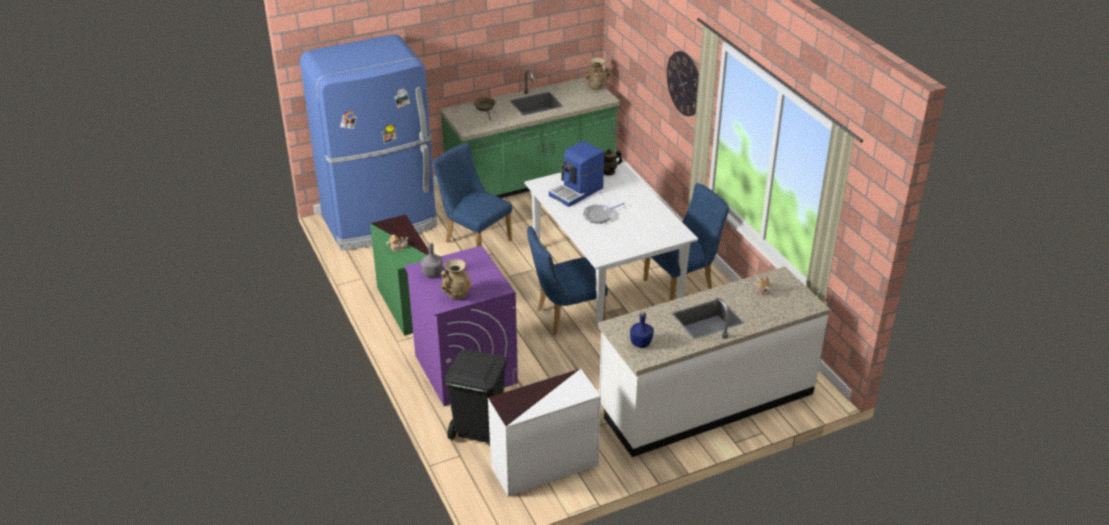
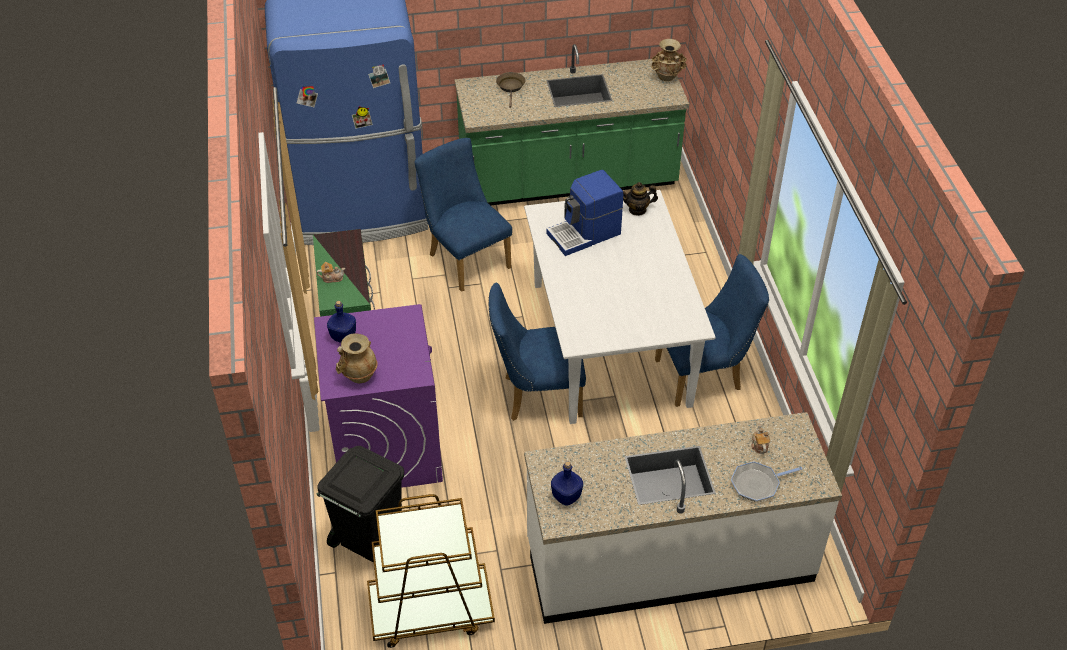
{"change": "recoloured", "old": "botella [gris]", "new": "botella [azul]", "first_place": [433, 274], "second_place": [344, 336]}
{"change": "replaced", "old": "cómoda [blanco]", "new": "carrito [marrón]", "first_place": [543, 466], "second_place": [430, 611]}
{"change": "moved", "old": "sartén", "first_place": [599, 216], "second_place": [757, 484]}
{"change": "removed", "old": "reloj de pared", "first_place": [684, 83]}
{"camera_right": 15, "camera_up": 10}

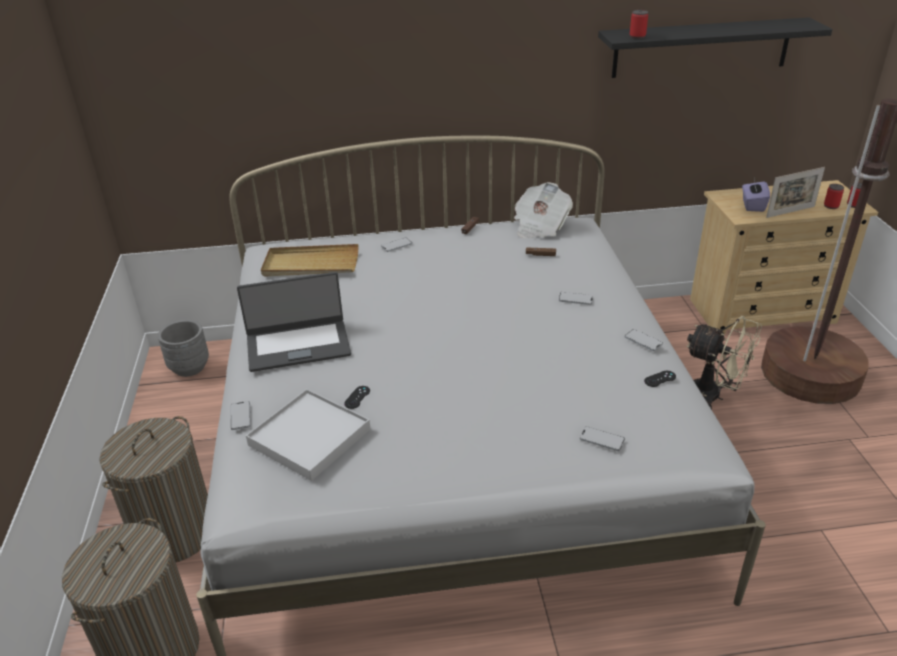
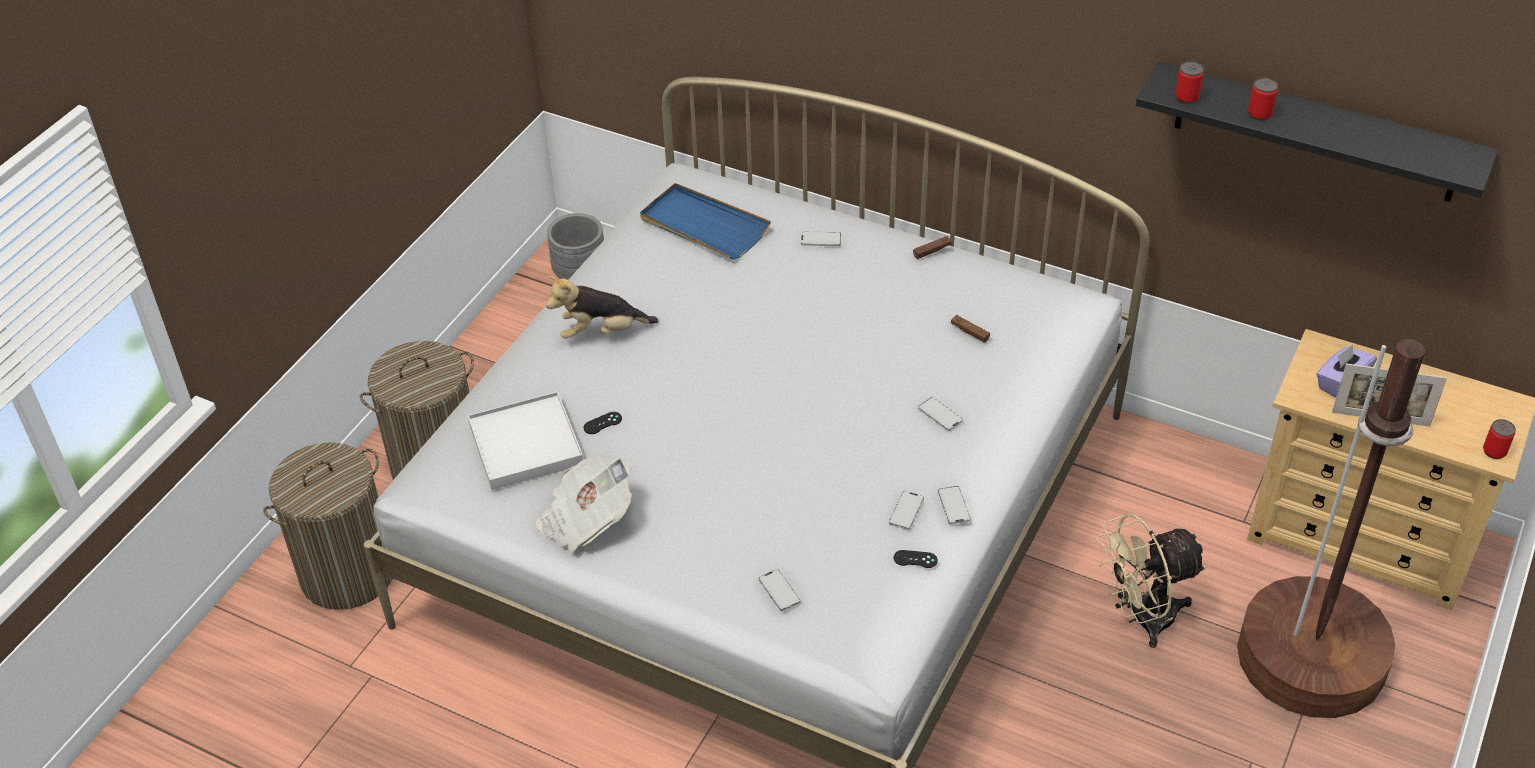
{"change": "moved", "old": "periódico", "first_place": [540, 226], "second_place": [586, 519]}
{"change": "replaced", "old": "portátil", "new": "peluche", "first_place": [298, 345], "second_place": [601, 332]}
{"change": "recoloured", "old": "bandeja [beis]", "new": "bandeja [azul]", "first_place": [310, 264], "second_place": [703, 226]}
{"change": "moved", "old": "móvil", "first_place": [240, 416], "second_place": [906, 511]}
{"change": "turned", "old": "ventilador [beis]", "first_place": [713, 396], "second_place": [1141, 618], "degrees": 90}
{"change": "moved", "old": "lata", "first_place": [831, 206], "second_place": [1259, 114]}
{"camera_right": 35, "camera_up": 10}

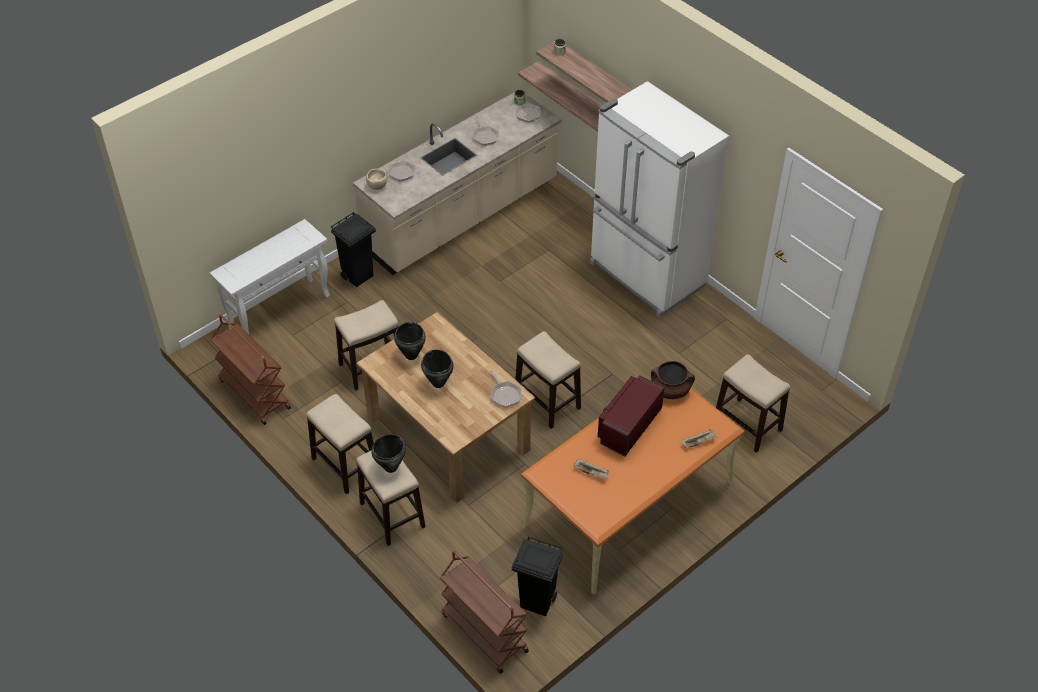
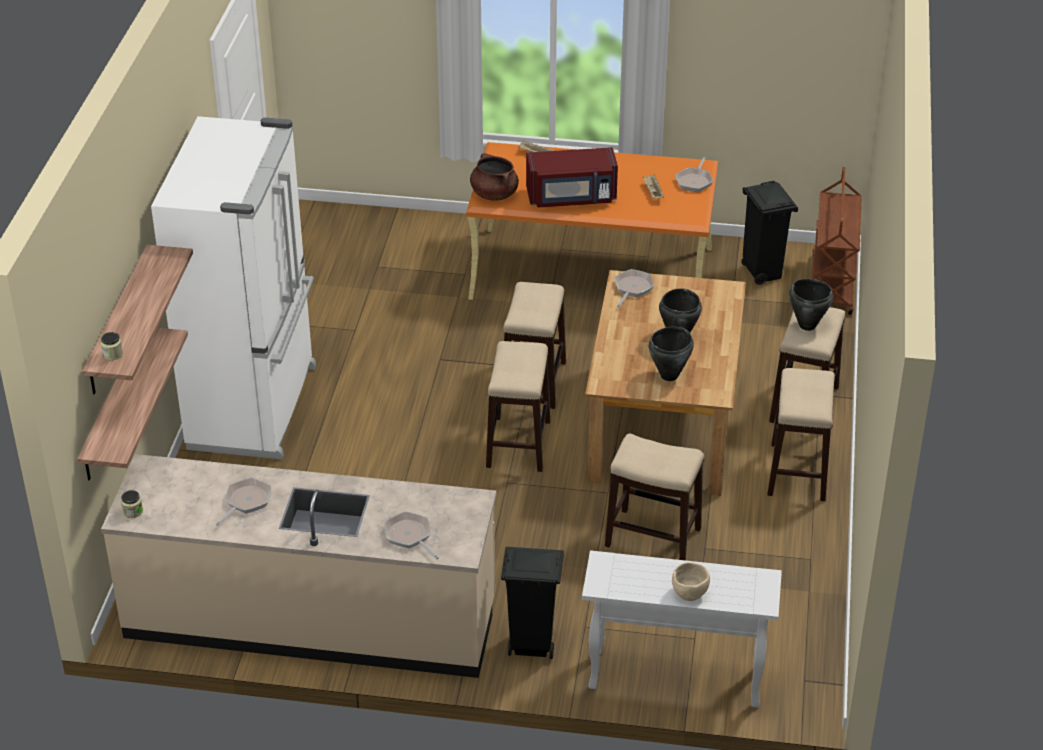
{"change": "moved", "old": "taburete", "first_place": [748, 425], "second_place": [518, 443]}
{"change": "moved", "old": "cuenco [beis]", "first_place": [377, 186], "second_place": [689, 592]}
{"change": "moved", "old": "sartén", "first_place": [529, 116], "second_place": [694, 181]}
{"change": "removed", "old": "carrito [marrón]", "first_place": [254, 394]}
{"camera_right": -130, "camera_up": -10}

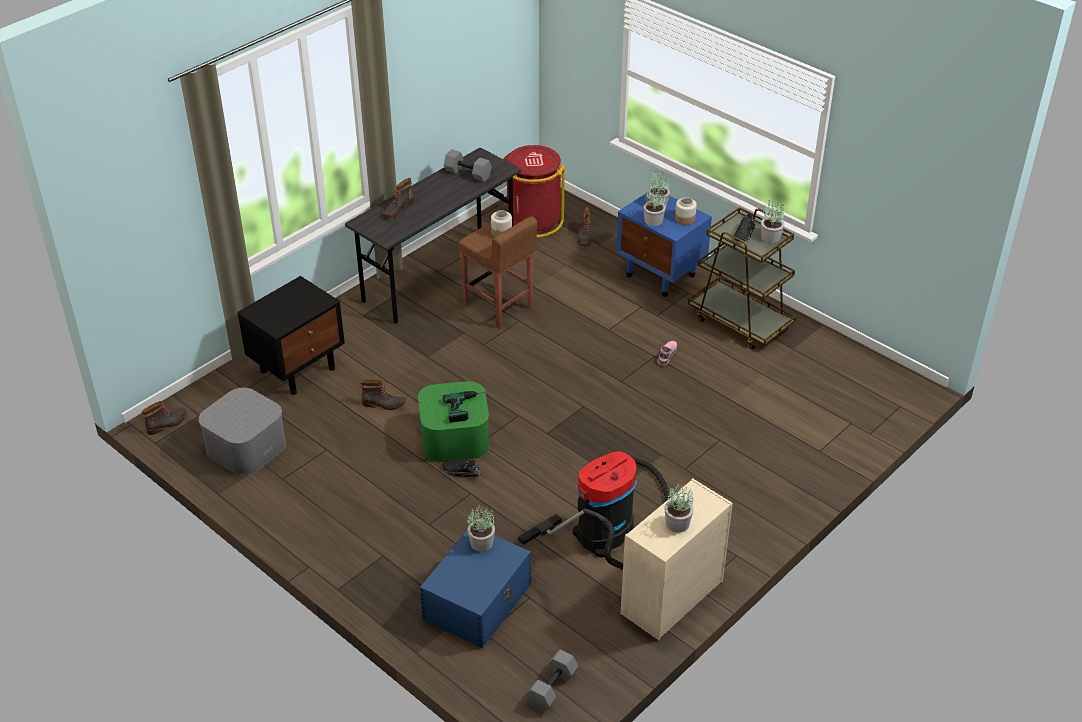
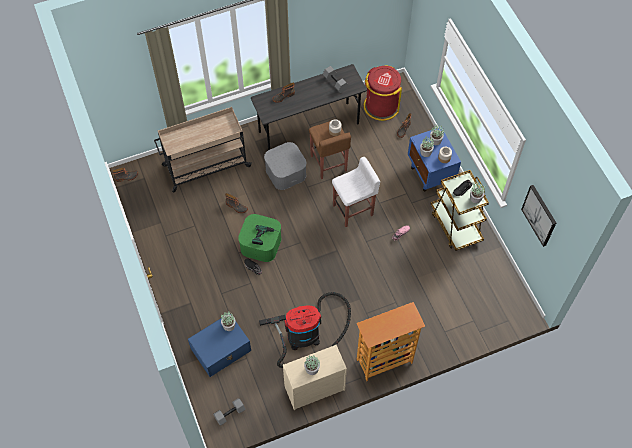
{"change": "replaced", "old": "mesita de noche [negro]", "new": "carrito [beis]", "first_place": [298, 369], "second_place": [205, 166]}
{"change": "moved", "old": "caja de almacenaje [gris]", "first_place": [246, 447], "second_place": [286, 172]}
{"change": "added", "new": "taburete [blanco]", "second_place": [353, 210]}
{"change": "added", "new": "estantería", "second_place": [384, 362]}
{"change": "added", "new": "cuadro", "second_place": [539, 215]}
{"camera_right": 25, "camera_up": 20}

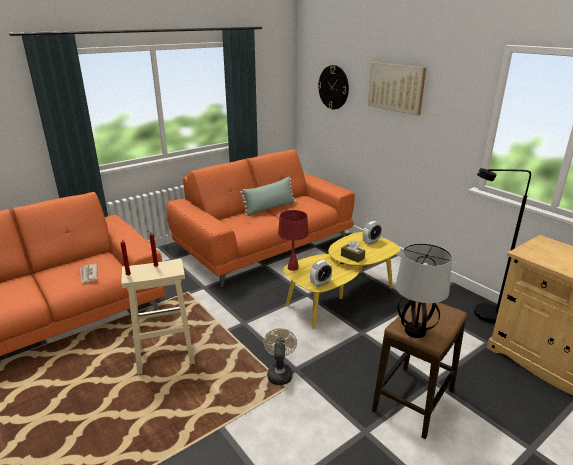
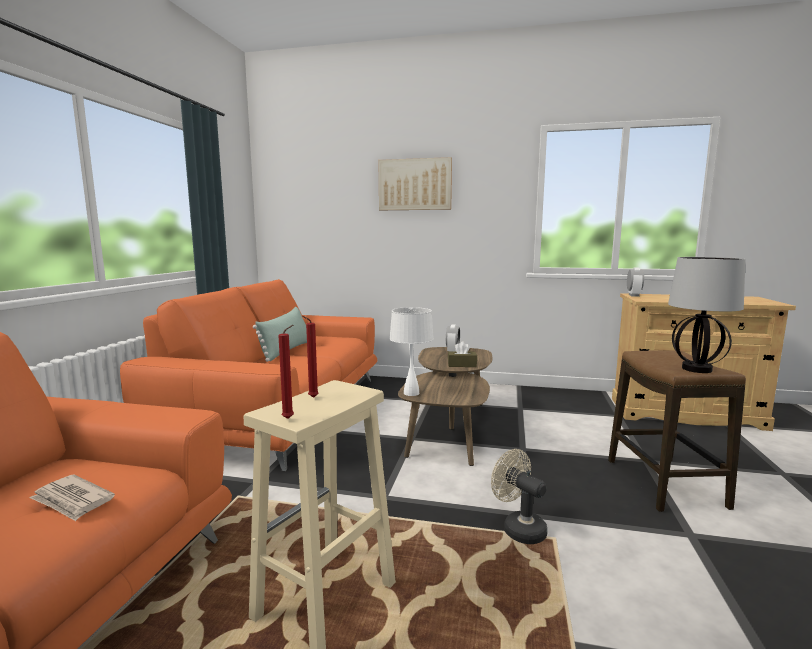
{"change": "recoloured", "old": "lámpara de mesa [rojo]", "new": "lámpara de mesa [blanco]", "first_place": [293, 268], "second_place": [411, 393]}
{"change": "recoloured", "old": "mesa de centro [amarillo]", "new": "mesa de centro [marrón]", "first_place": [341, 297], "second_place": [449, 428]}
{"change": "moved", "old": "despertador", "first_place": [320, 283], "second_place": [633, 295]}
{"change": "removed", "old": "reloj de pared", "first_place": [333, 87]}
{"change": "removed", "old": "lámpara de pie [negro]", "first_place": [480, 315]}
{"camera_right": -40, "camera_up": -15}

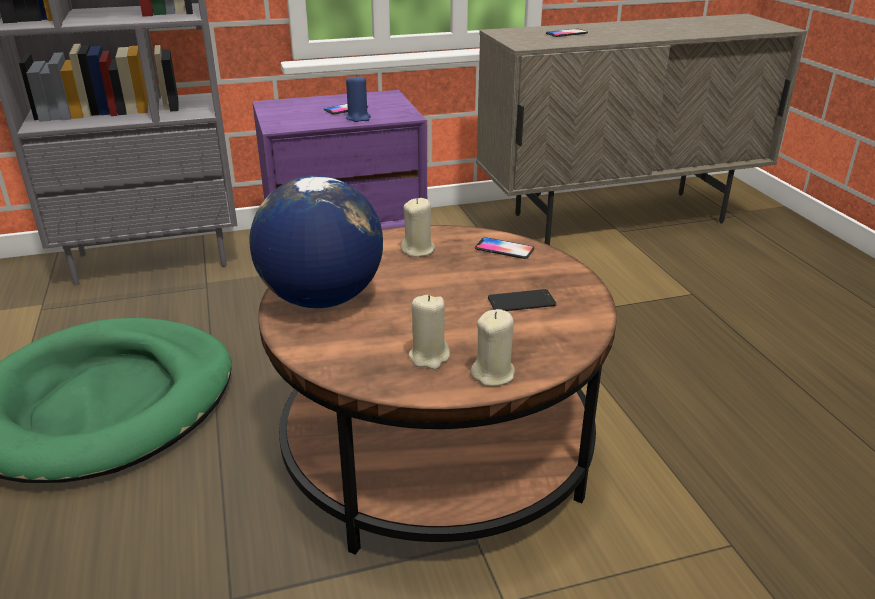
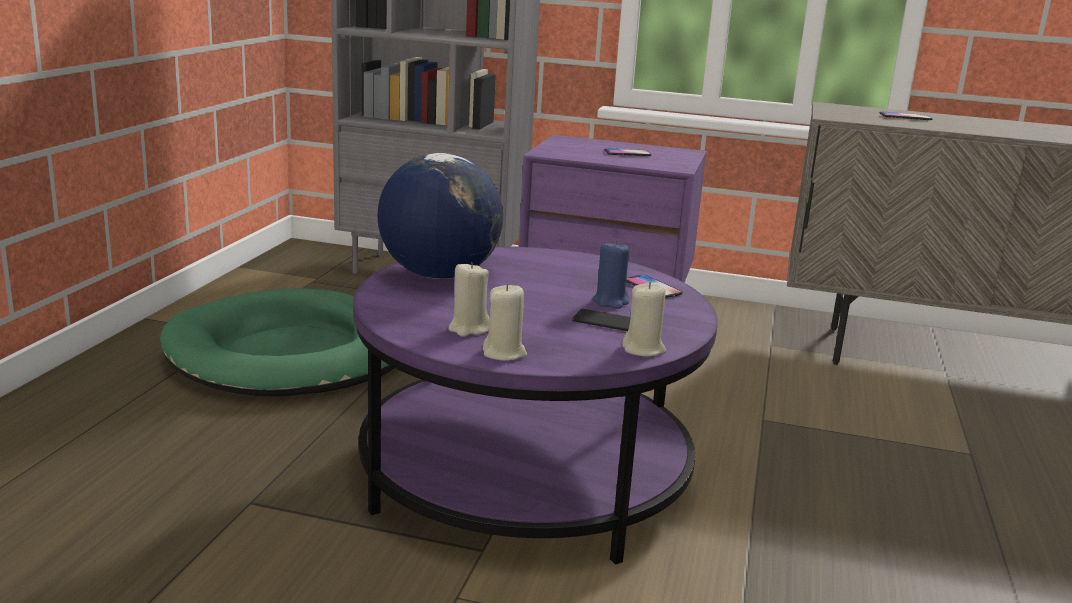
{"change": "recoloured", "old": "mesa de centro [marrón]", "new": "mesa de centro [morado]", "first_place": [437, 447], "second_place": [525, 475]}
{"change": "moved", "old": "vela [azul]", "first_place": [358, 118], "second_place": [611, 301]}
{"change": "moved", "old": "vela [beis]", "first_place": [418, 250], "second_place": [643, 349]}
{"camera_right": 30, "camera_up": -10}

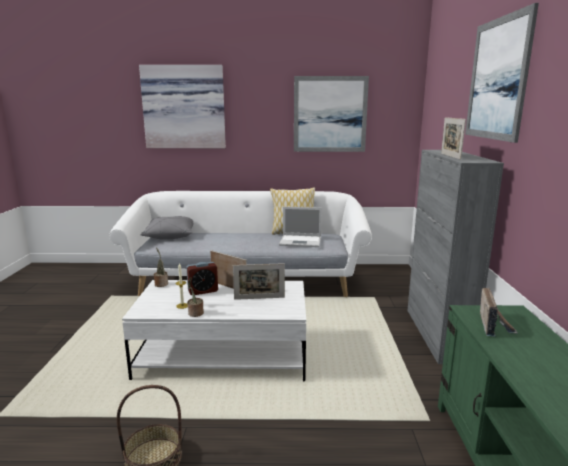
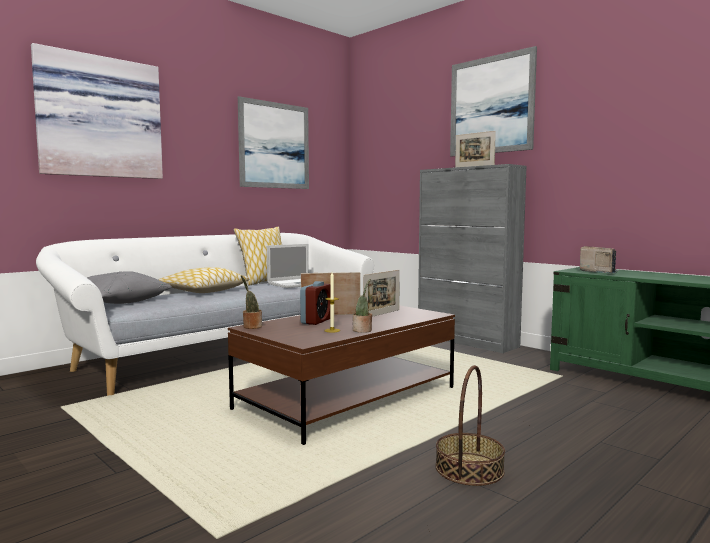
{"change": "added", "new": "cojín", "second_place": [203, 291]}
{"change": "recoloured", "old": "mesa de centro [blanco]", "new": "mesa de centro [marrón]", "first_place": [224, 354], "second_place": [347, 398]}
{"camera_right": -45, "camera_up": -10}

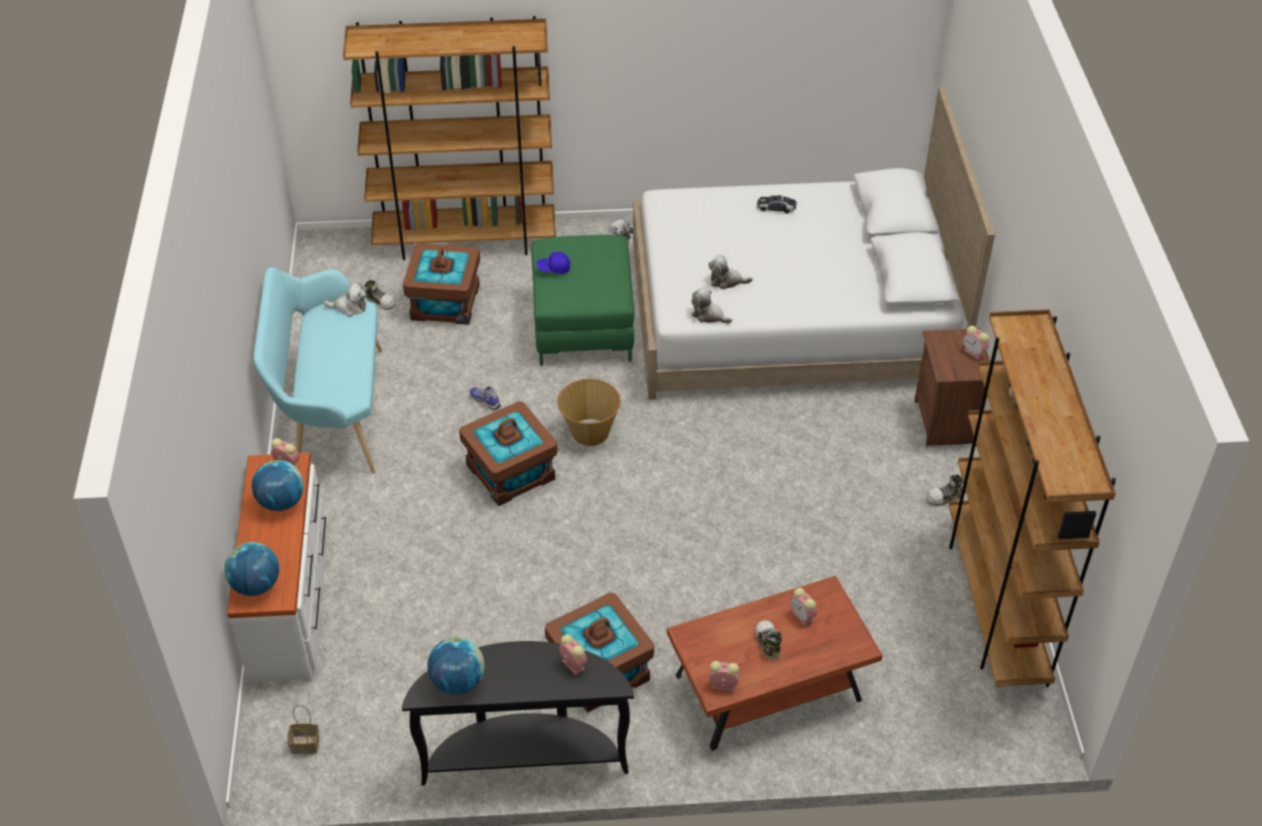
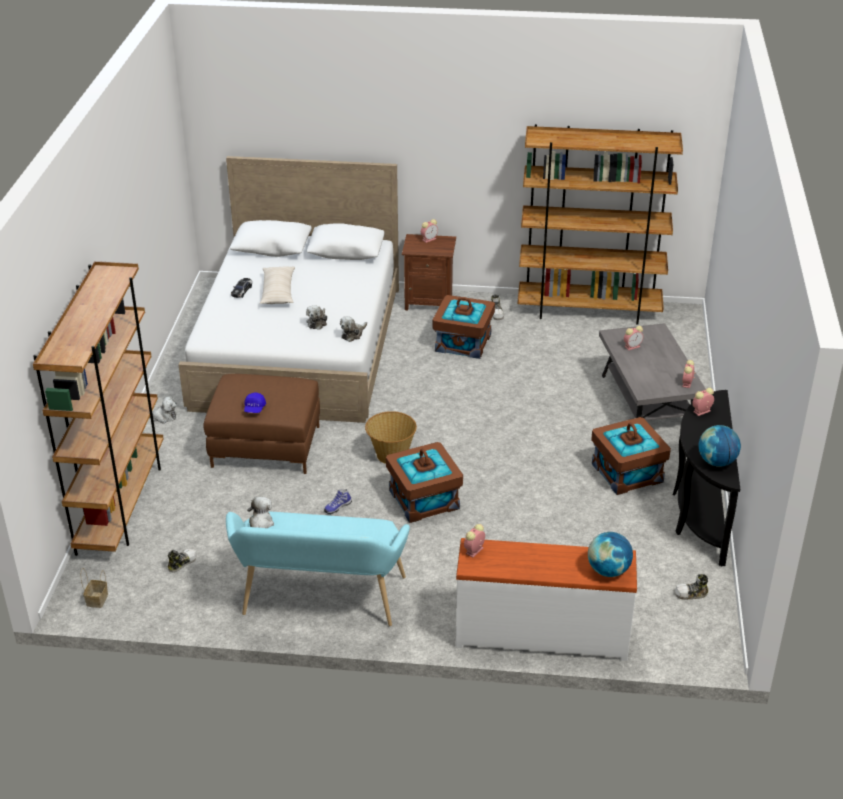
{"change": "moved", "old": "cesta", "first_place": [304, 745], "second_place": [97, 600]}
{"change": "recoloured", "old": "puf [verde]", "new": "puf [marrón]", "first_place": [583, 325], "second_place": [266, 446]}
{"change": "added", "new": "cojín [beis]", "second_place": [278, 292]}
{"change": "moved", "old": "caja de almacenaje [marrón]", "first_place": [446, 302], "second_place": [463, 342]}
{"change": "recoloured", "old": "mesa de centro [marrón]", "new": "mesa de centro [gris]", "first_place": [768, 688], "second_place": [647, 403]}
{"change": "moved", "old": "zapato", "first_place": [767, 643], "second_place": [691, 594]}
{"change": "removed", "old": "globo terráqueo", "first_place": [281, 502]}
{"camera_right": -80, "camera_up": -10}

